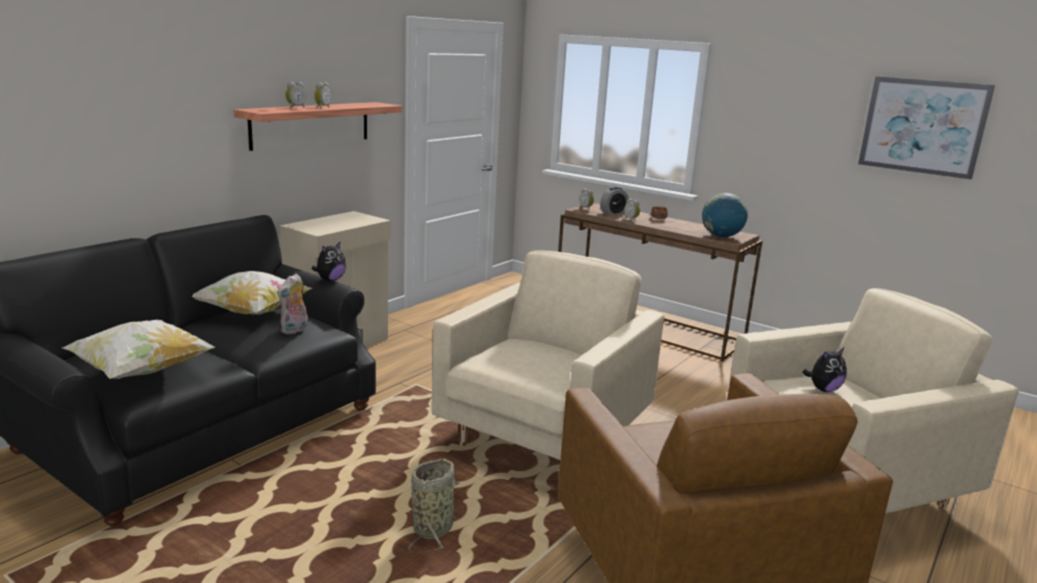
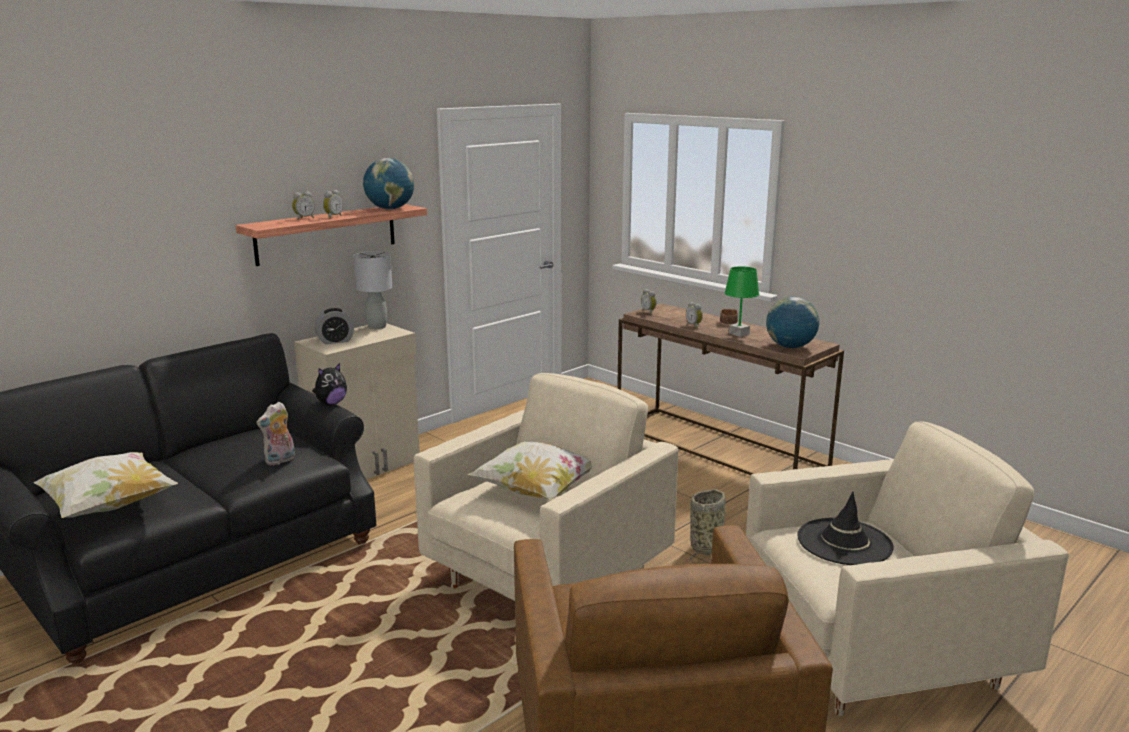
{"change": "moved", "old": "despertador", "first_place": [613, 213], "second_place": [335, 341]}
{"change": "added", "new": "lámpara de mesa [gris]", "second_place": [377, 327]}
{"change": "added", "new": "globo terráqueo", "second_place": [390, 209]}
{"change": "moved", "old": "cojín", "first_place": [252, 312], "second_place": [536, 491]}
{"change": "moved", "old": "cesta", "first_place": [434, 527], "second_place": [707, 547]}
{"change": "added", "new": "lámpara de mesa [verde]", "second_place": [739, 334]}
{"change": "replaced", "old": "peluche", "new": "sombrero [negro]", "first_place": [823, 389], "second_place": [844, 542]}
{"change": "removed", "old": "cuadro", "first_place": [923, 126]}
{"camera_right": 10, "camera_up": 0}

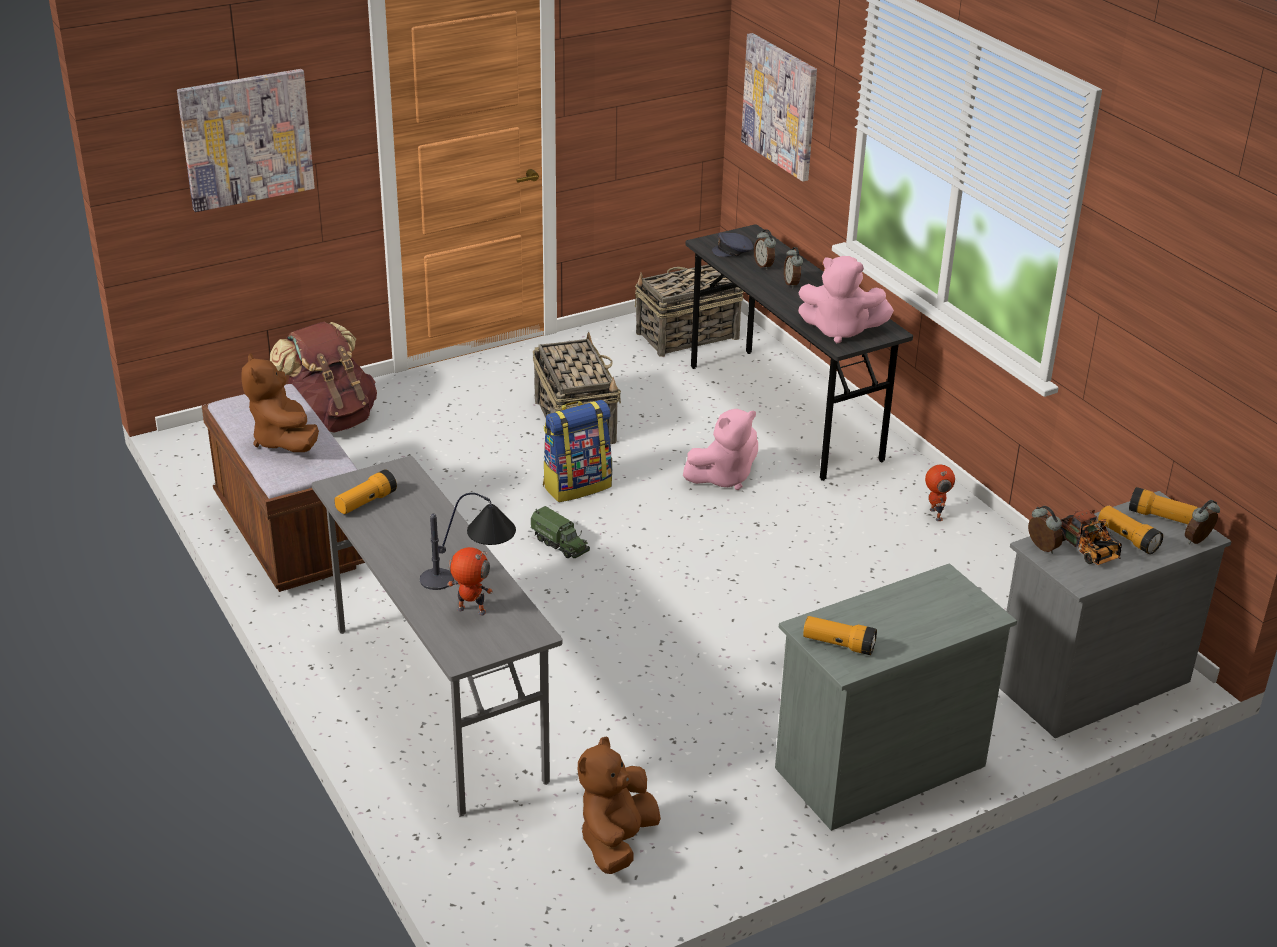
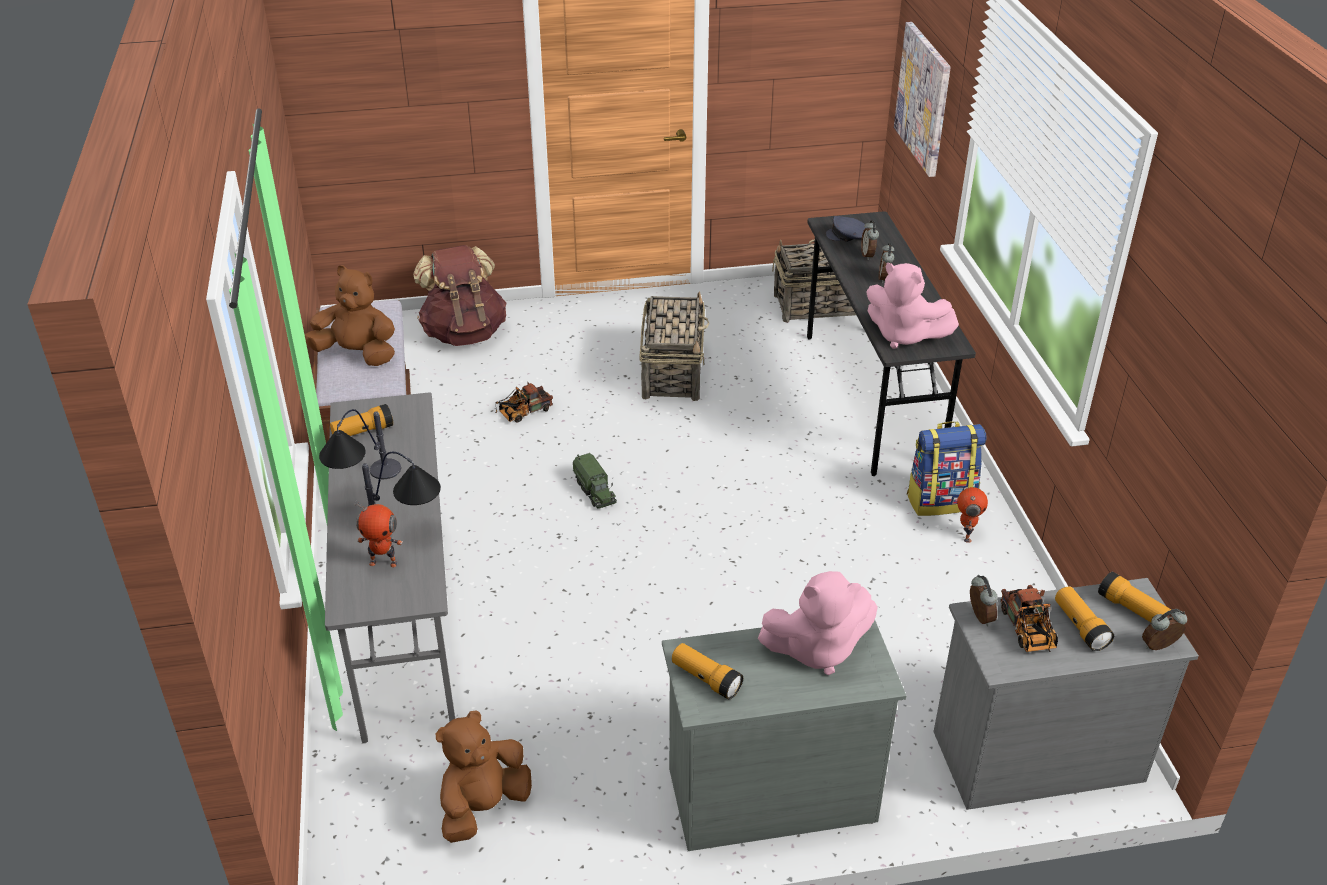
{"change": "turned", "old": "peluche [marrón]", "first_place": [284, 441], "second_place": [357, 354], "degrees": 105}
{"change": "added", "new": "lámpara de mesa", "second_place": [364, 487]}
{"change": "turned", "old": "robot de juguete", "first_place": [470, 611], "second_place": [384, 562], "degrees": 150}
{"change": "added", "new": "camión de juguete", "second_place": [523, 413]}
{"change": "moved", "old": "peluche [rosa]", "first_place": [723, 477], "second_place": [817, 649]}
{"change": "moved", "old": "mochila", "first_place": [577, 485], "second_place": [940, 500]}
{"change": "removed", "old": "cuadro", "first_place": [246, 139]}
{"camera_right": 20, "camera_up": 5}

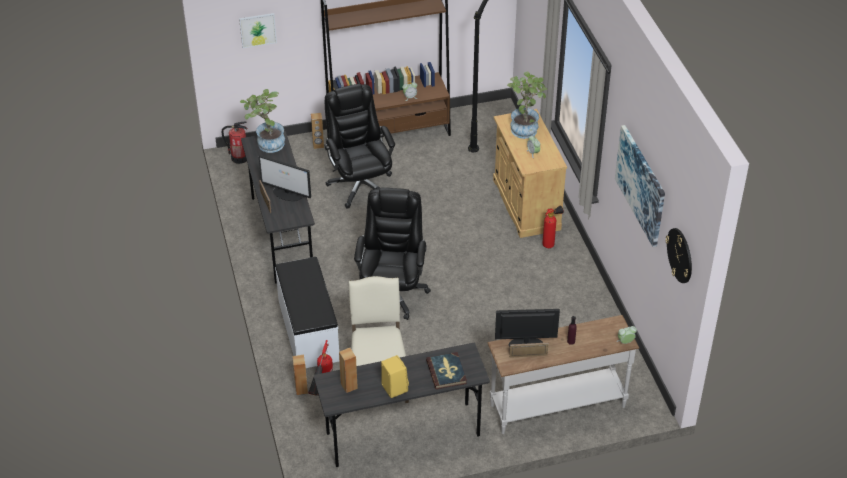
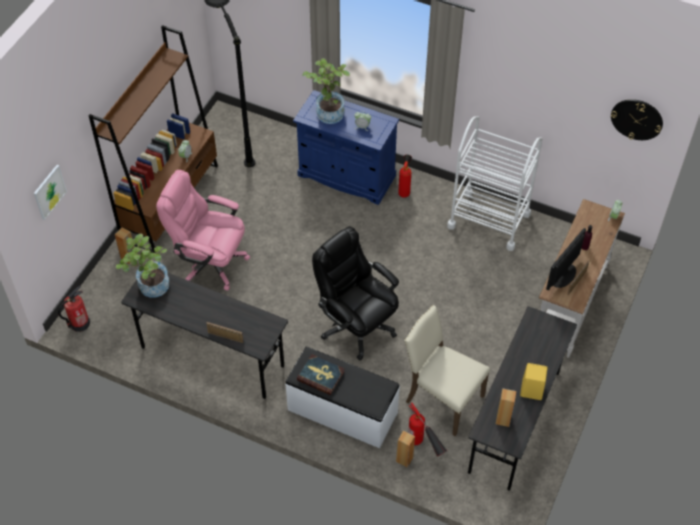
{"change": "recoloured", "old": "silla de oficina [negro]", "new": "silla de oficina [rosa]", "first_place": [360, 185], "second_place": [210, 262]}
{"change": "recoloured", "old": "armario [beis]", "new": "armario [azul]", "first_place": [526, 204], "second_place": [346, 175]}
{"change": "moved", "old": "libro", "first_place": [446, 372], "second_place": [321, 375]}
{"change": "added", "new": "carrito [blanco]", "second_place": [489, 220]}
{"change": "removed", "old": "monitor", "first_place": [287, 194]}
{"change": "removed", "old": "cuadro", "first_place": [641, 185]}
{"camera_right": -50, "camera_up": 10}

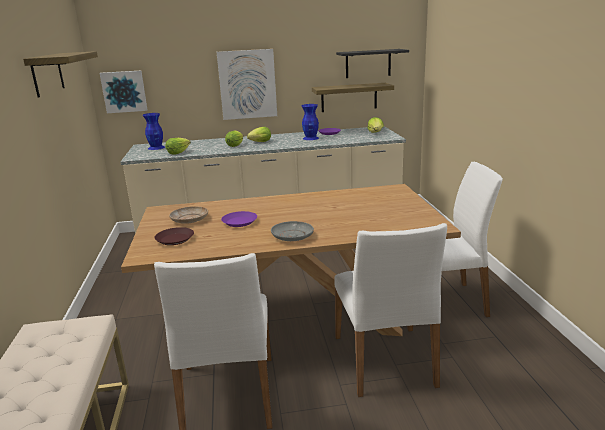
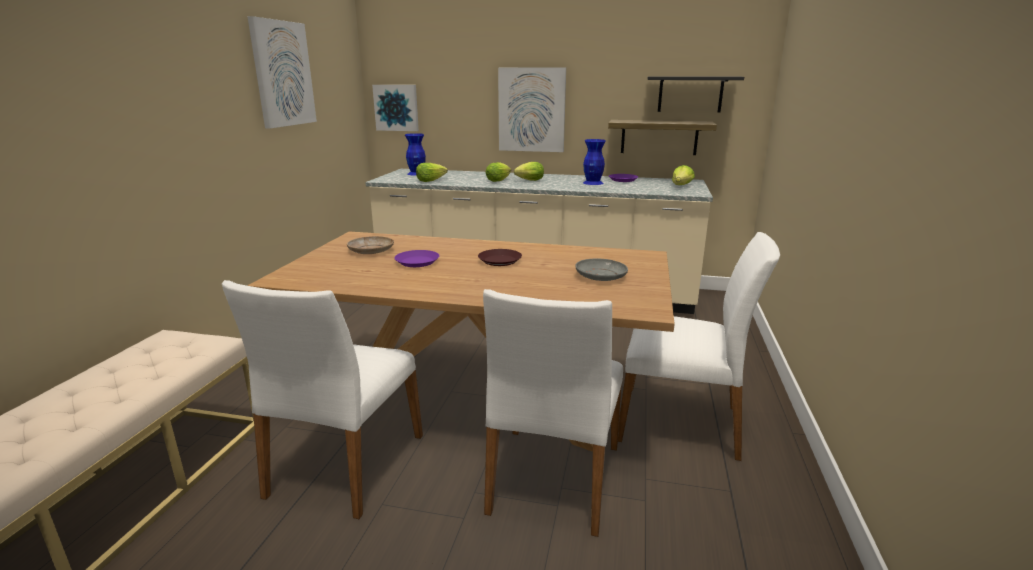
{"change": "replaced", "old": "estante", "new": "cuadro", "first_place": [47, 74], "second_place": [282, 74]}
{"change": "moved", "old": "plato [marrón]", "first_place": [175, 239], "second_place": [500, 261]}
{"change": "moved", "old": "plato [gris]", "first_place": [292, 236], "second_place": [600, 276]}
{"camera_right": 20, "camera_up": 0}

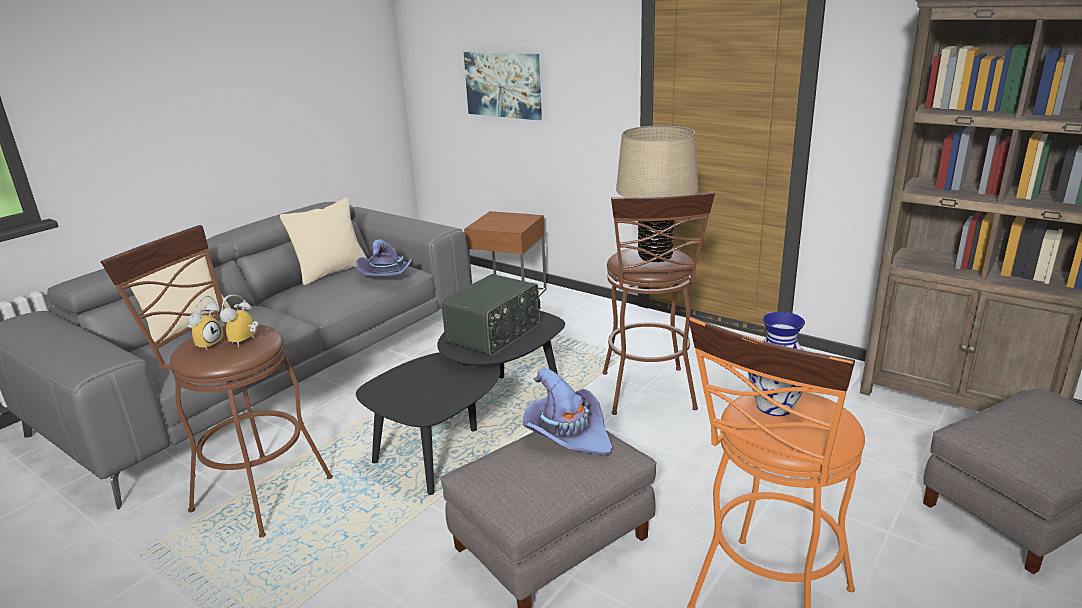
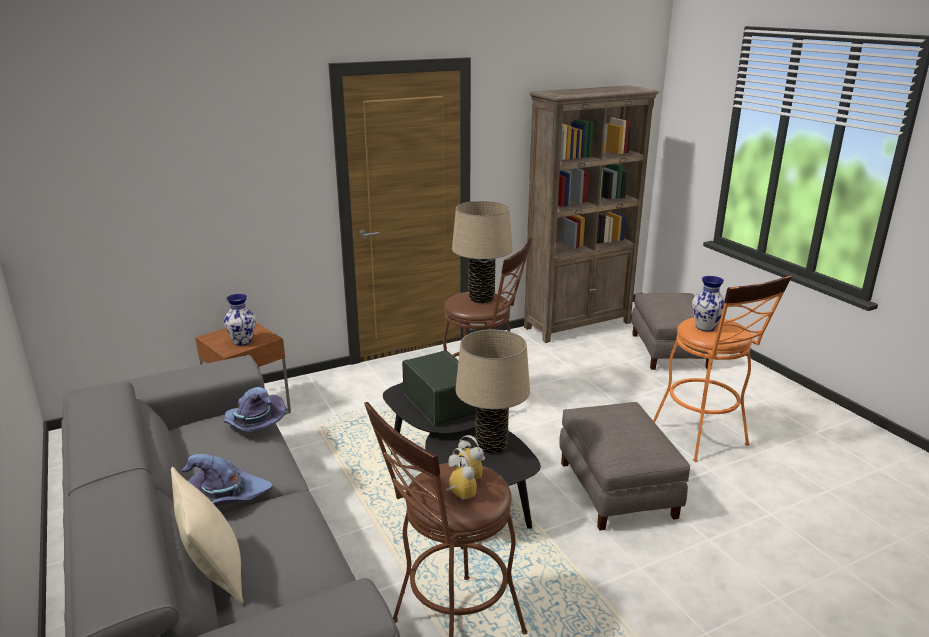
{"change": "moved", "old": "sombrero [morado]", "first_place": [567, 433], "second_place": [226, 496]}
{"change": "added", "new": "florero", "second_place": [243, 341]}
{"change": "added", "new": "lámpara de mesa [beis]", "second_place": [491, 445]}
{"change": "removed", "old": "cojín [beis]", "first_place": [332, 272]}
{"change": "removed", "old": "cuadro", "first_place": [503, 85]}
{"camera_right": -65, "camera_up": 0}

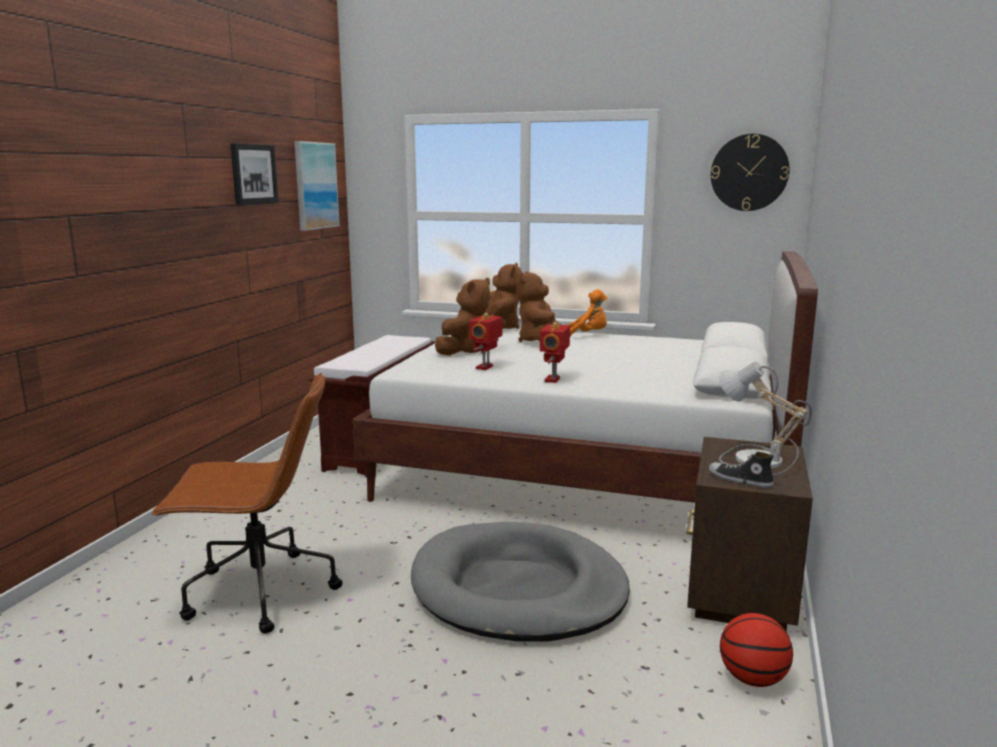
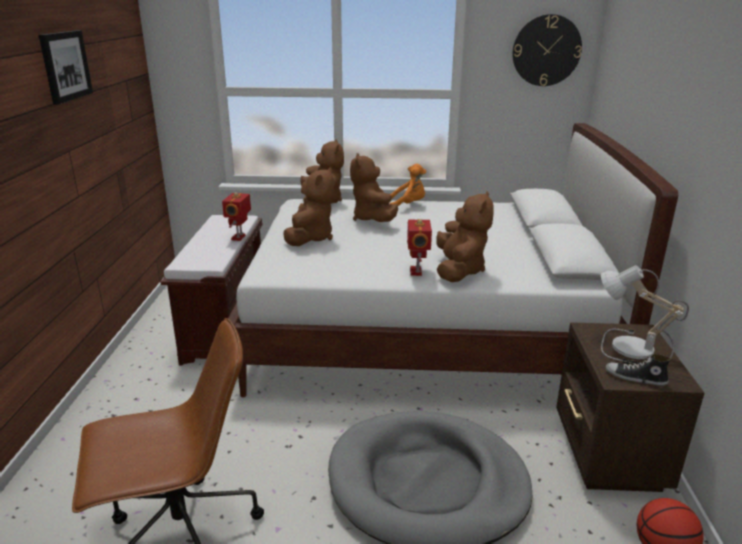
{"change": "moved", "old": "robot de juguete", "first_place": [485, 367], "second_place": [239, 237]}
{"change": "added", "new": "peluche [marrón]", "second_place": [459, 270]}
{"change": "removed", "old": "cuadro", "first_place": [315, 185]}
{"camera_right": -15, "camera_up": 10}

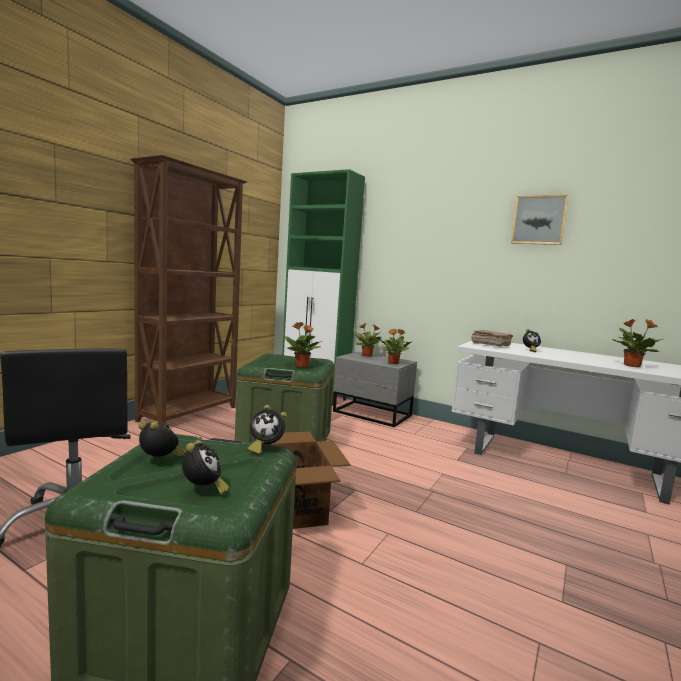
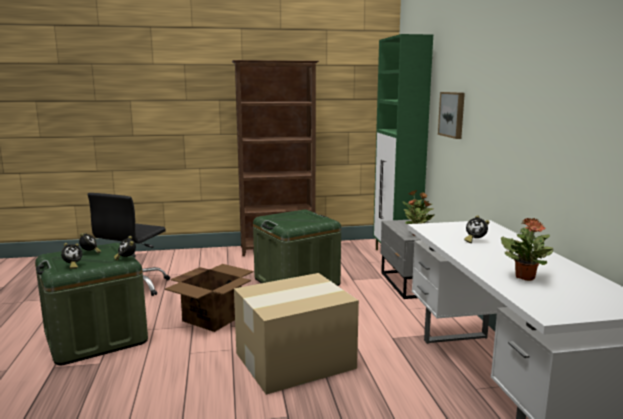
{"change": "added", "new": "caja de cartón", "second_place": [293, 360]}
{"change": "moved", "old": "cuadro", "first_place": [539, 220], "second_place": [453, 114]}
{"change": "removed", "old": "planta en maceta", "first_place": [302, 366]}
{"change": "removed", "old": "libro [marrón]", "first_place": [490, 345]}
{"camera_right": 50, "camera_up": 5}

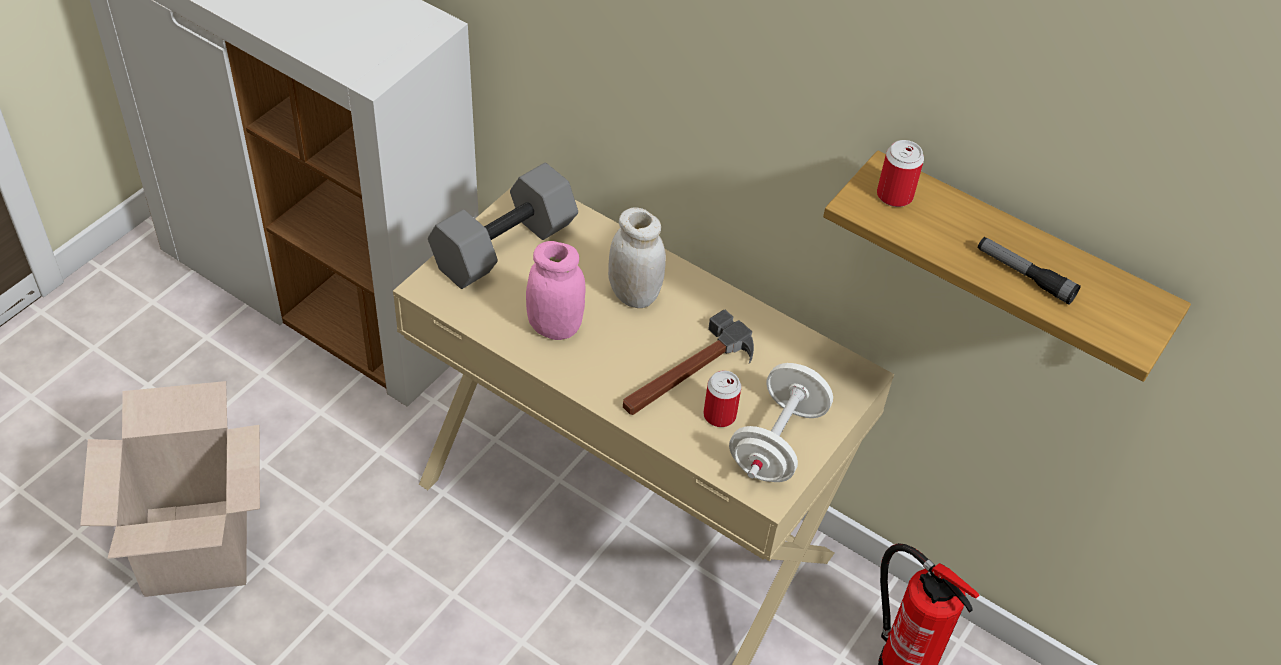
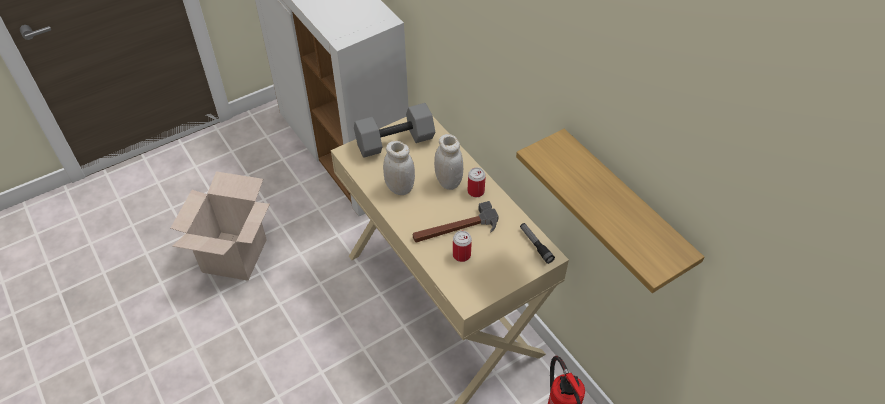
{"change": "recoloured", "old": "tarro [rosa]", "new": "tarro [blanco]", "first_place": [555, 327], "second_place": [400, 188]}
{"change": "moved", "old": "lata", "first_place": [894, 195], "second_place": [476, 191]}
{"change": "moved", "old": "linterna", "first_place": [1024, 275], "second_place": [535, 245]}
{"change": "removed", "old": "mancuerna [blanco]", "first_place": [777, 442]}
{"camera_right": 25, "camera_up": 0}

